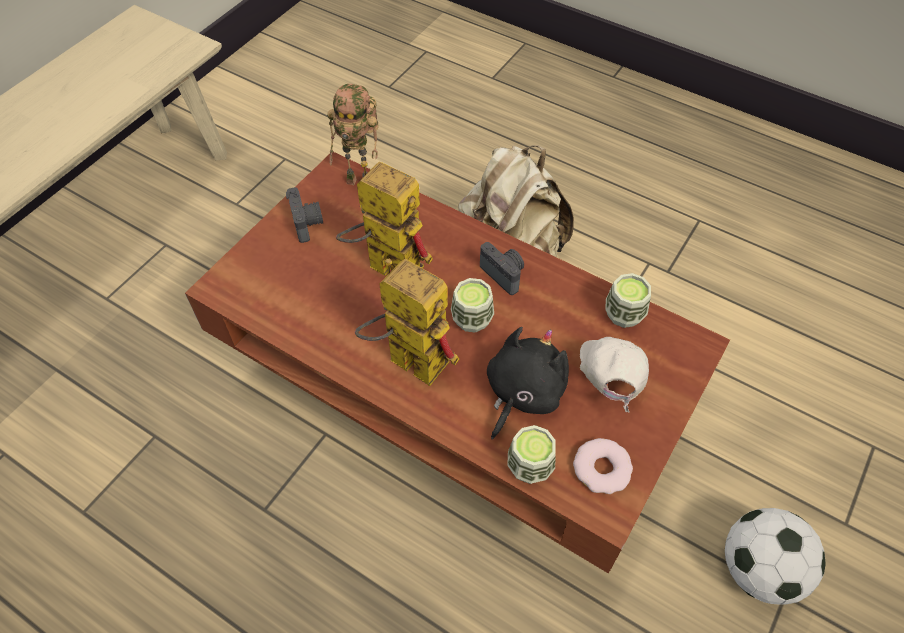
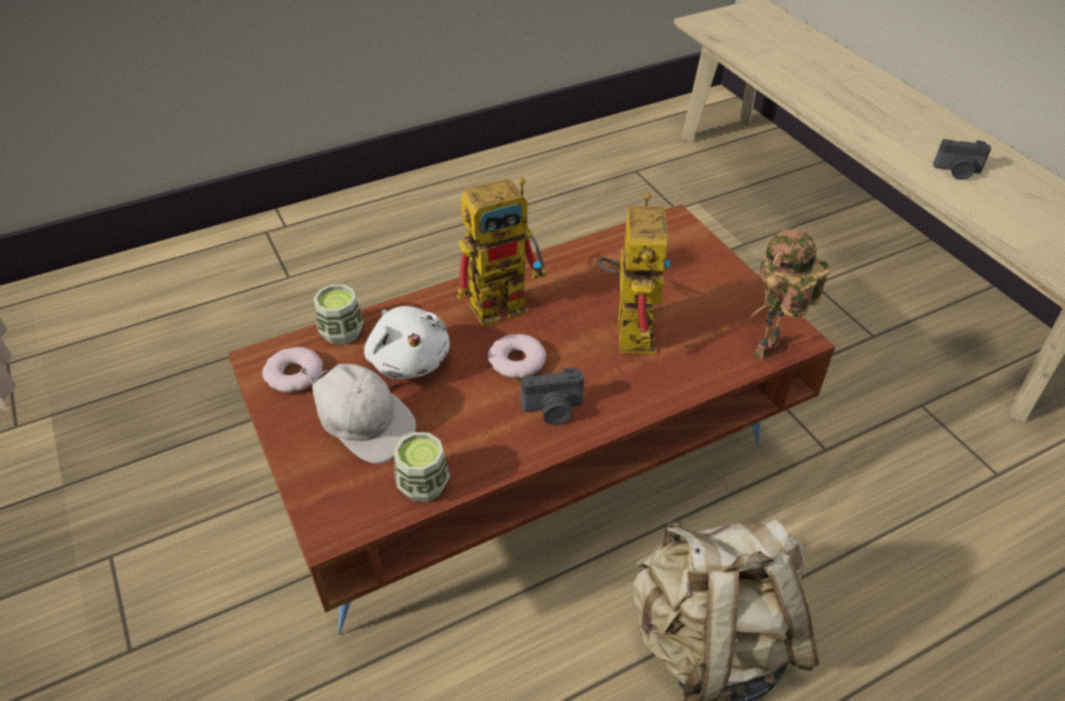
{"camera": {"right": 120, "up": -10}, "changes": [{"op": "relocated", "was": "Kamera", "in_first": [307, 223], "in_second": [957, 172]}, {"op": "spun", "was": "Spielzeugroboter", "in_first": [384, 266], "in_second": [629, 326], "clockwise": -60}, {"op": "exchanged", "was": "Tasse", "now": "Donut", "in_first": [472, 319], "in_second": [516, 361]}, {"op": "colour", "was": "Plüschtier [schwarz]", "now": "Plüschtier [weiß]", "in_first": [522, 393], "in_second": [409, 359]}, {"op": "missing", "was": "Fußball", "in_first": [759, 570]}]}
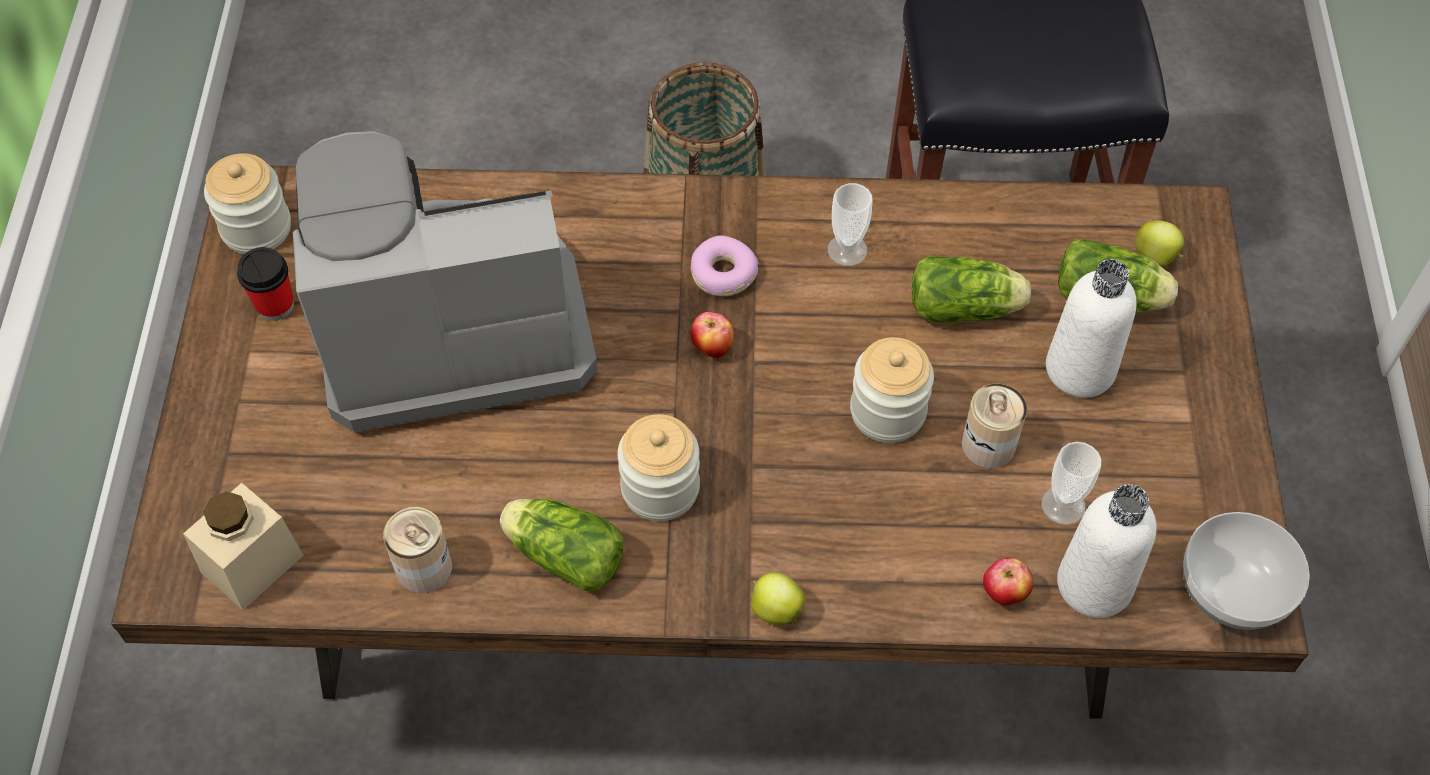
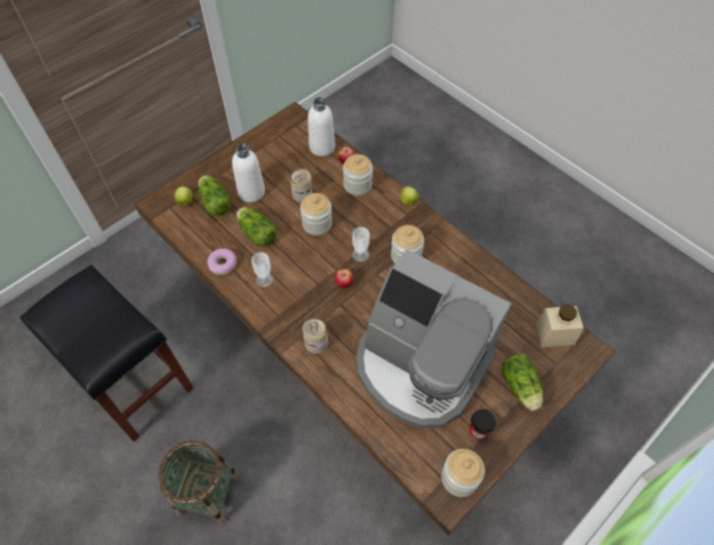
{"camera": {"right": -135, "up": 0}, "changes": [{"op": "relocated", "was": "Dose", "in_first": [423, 567], "in_second": [316, 343]}, {"op": "relocated", "was": "Salatkopf", "in_first": [562, 554], "in_second": [521, 388]}, {"op": "relocated", "was": "Donut", "in_first": [723, 274], "in_second": [223, 264]}, {"op": "relocated", "was": "Tasse", "in_first": [1063, 505], "in_second": [360, 254]}, {"op": "missing", "was": "Schüssel", "in_first": [1231, 590]}, {"op": "appeared", "now": "Vorratsglas", "in_second": [357, 185]}]}
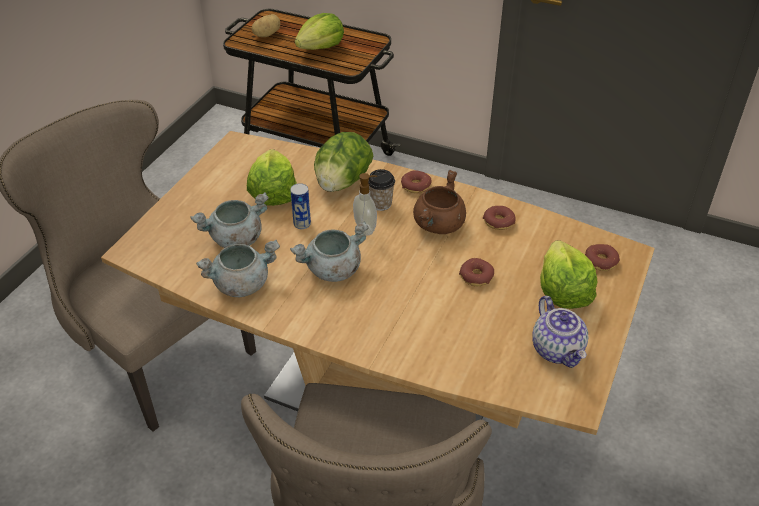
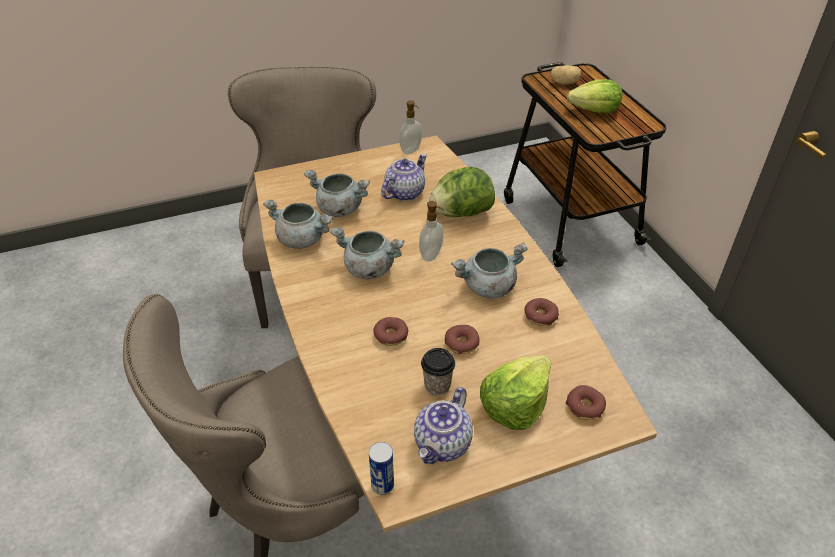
{"camera": {"right": 45, "up": 0}, "changes": [{"op": "exchanged", "was": "Salatkopf", "now": "Teekanne", "in_first": [273, 193], "in_second": [404, 192]}, {"op": "relocated", "was": "Dose", "in_first": [302, 224], "in_second": [382, 485]}, {"op": "relocated", "was": "Tasse", "in_first": [381, 204], "in_second": [437, 386]}, {"op": "relocated", "was": "Donut", "in_first": [415, 186], "in_second": [390, 335]}, {"op": "colour", "was": "Kochtopf [braun]", "now": "Kochtopf [grau]", "in_first": [439, 225], "in_second": [488, 287]}, {"op": "appeared", "now": "Seifenspender", "in_second": [411, 150]}]}
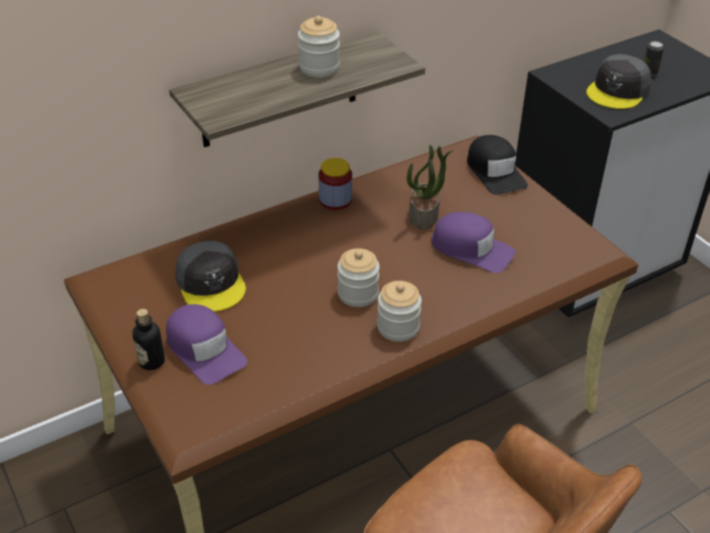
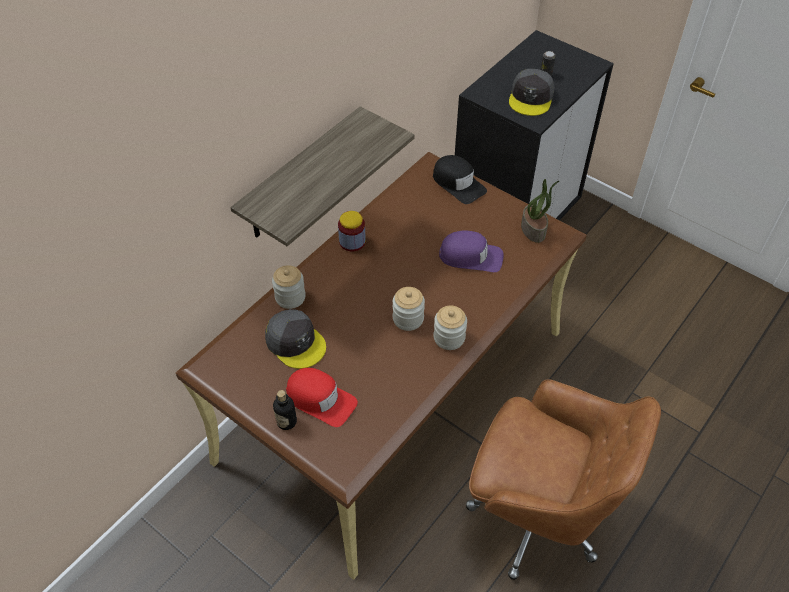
{"camera": {"right": -20, "up": 10}, "changes": [{"op": "colour", "was": "Kappe [lila]", "now": "Kappe [rot]", "in_first": [204, 349], "in_second": [320, 399]}, {"op": "relocated", "was": "Vorratsglas", "in_first": [319, 67], "in_second": [290, 297]}, {"op": "relocated", "was": "Topfpflanze", "in_first": [424, 215], "in_second": [534, 230]}]}
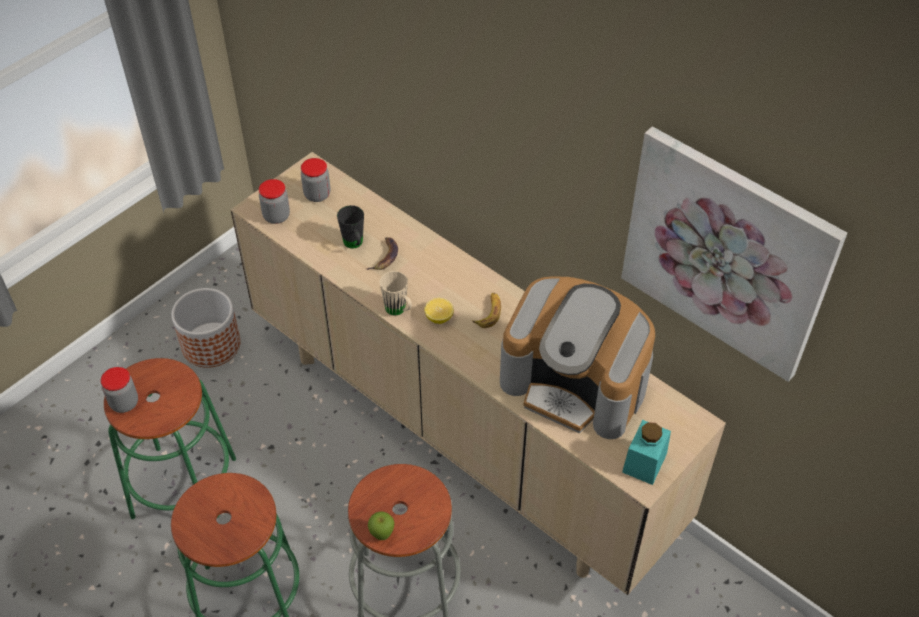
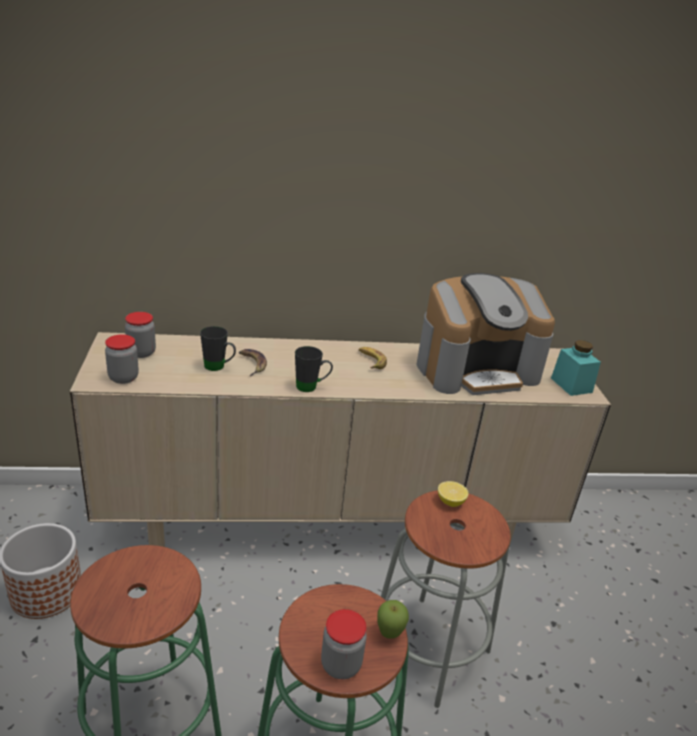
{"camera": {"right": -50, "up": -20}, "changes": [{"op": "relocated", "was": "Vorratsglas", "in_first": [124, 403], "in_second": [341, 664]}, {"op": "relocated", "was": "Apfel", "in_first": [382, 535], "in_second": [389, 634]}, {"op": "colour", "was": "Henkelbecher [beige]", "now": "Henkelbecher [schwarz]", "in_first": [398, 311], "in_second": [311, 387]}, {"op": "relocated", "was": "Zitrone", "in_first": [439, 317], "in_second": [450, 502]}, {"op": "missing", "was": "Bild", "in_first": [727, 252]}]}
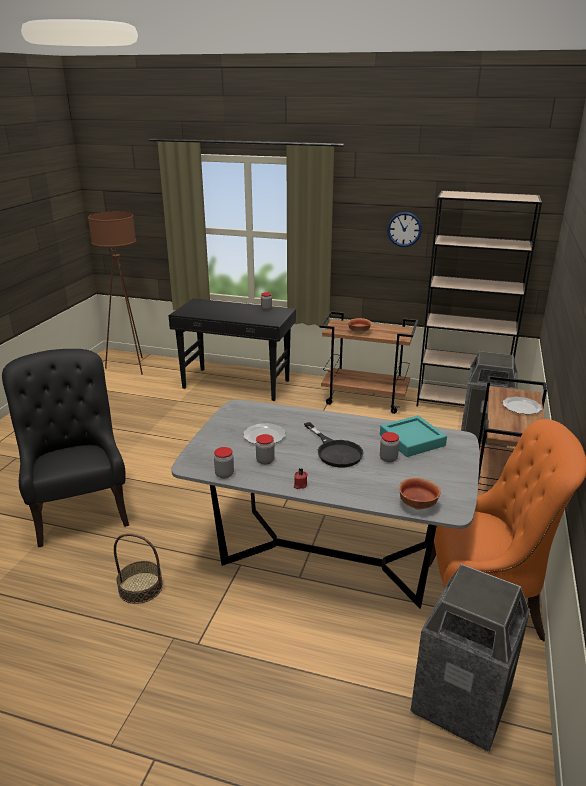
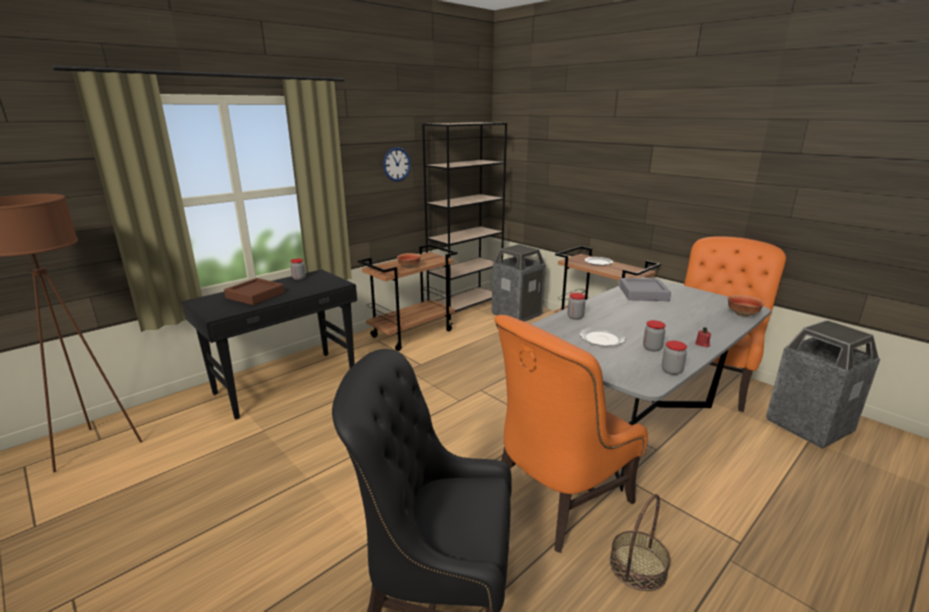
{"camera": {"right": -60, "up": -5}, "changes": [{"op": "missing", "was": "Pfanne [schwarz]", "in_first": [335, 451]}, {"op": "colour", "was": "Tablett [türkis]", "now": "Tablett [grau]", "in_first": [412, 440], "in_second": [643, 293]}, {"op": "relocated", "was": "Vorratsglas", "in_first": [388, 458], "in_second": [575, 317]}, {"op": "appeared", "now": "Tablett [braun]", "in_second": [255, 295]}, {"op": "appeared", "now": "Stuhl [orange]", "in_second": [557, 496]}]}
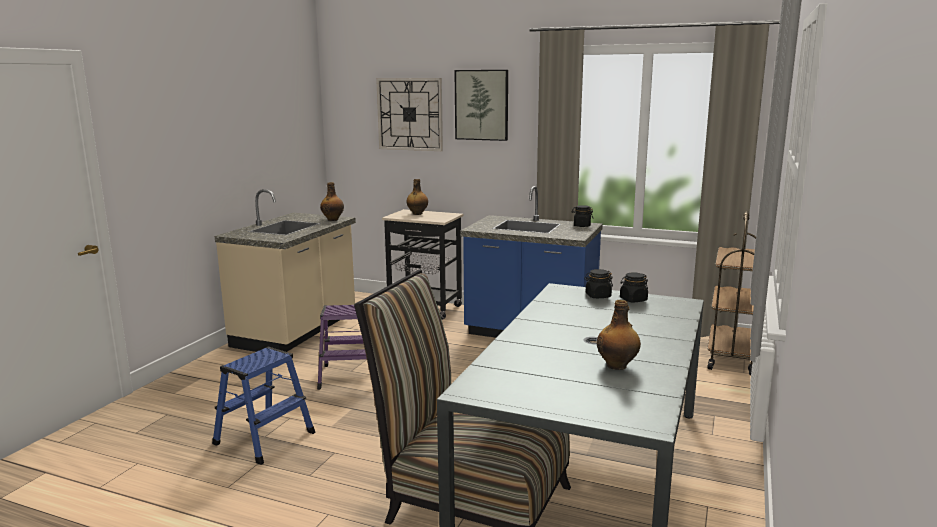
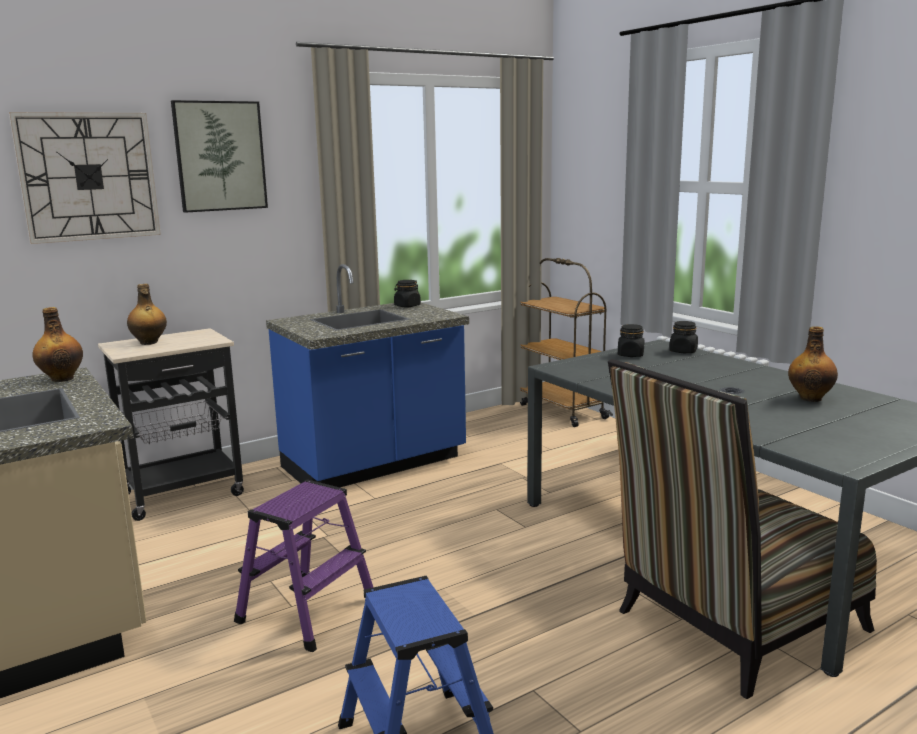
{"camera": {"right": -55, "up": 0}, "changes": [{"op": "relocated", "was": "Vorratsglas [schwarz]", "in_first": [598, 296], "in_second": [683, 351]}]}
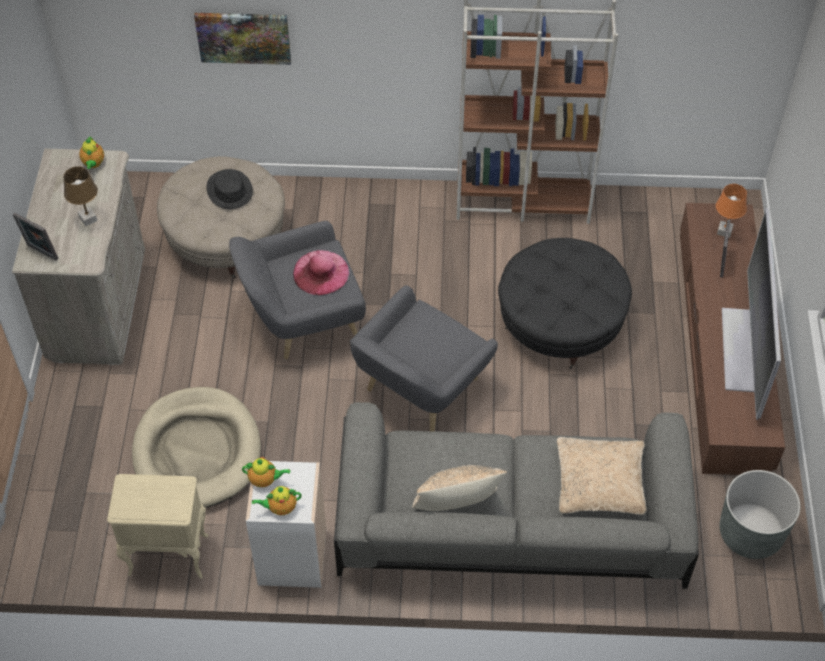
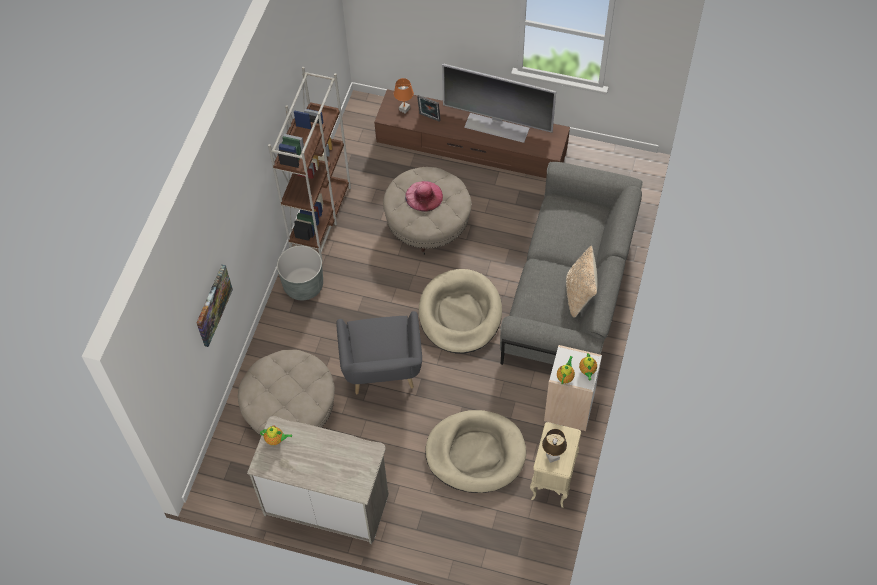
{"camera": {"right": -75, "up": 5}, "changes": [{"op": "missing", "was": "Bilderrahmen", "in_first": [41, 253]}, {"op": "relocated", "was": "Tischlampe [braun]", "in_first": [88, 219], "in_second": [552, 456]}, {"op": "missing", "was": "Hut [schwarz]", "in_first": [229, 190]}, {"op": "relocated", "was": "Hut [rosa]", "in_first": [320, 272], "in_second": [424, 196]}, {"op": "exchanged", "was": "Sessel [grau]", "now": "Hundebett [beige]", "in_first": [418, 390], "in_second": [460, 314]}, {"op": "colour", "was": "Polsterhocker [schwarz]", "now": "Polsterhocker [beige]", "in_first": [560, 322], "in_second": [428, 223]}, {"op": "missing", "was": "Kissen [beige]", "in_first": [600, 483]}, {"op": "relocated", "was": "Pflanzkübel [grau]", "in_first": [750, 533], "in_second": [303, 285]}]}
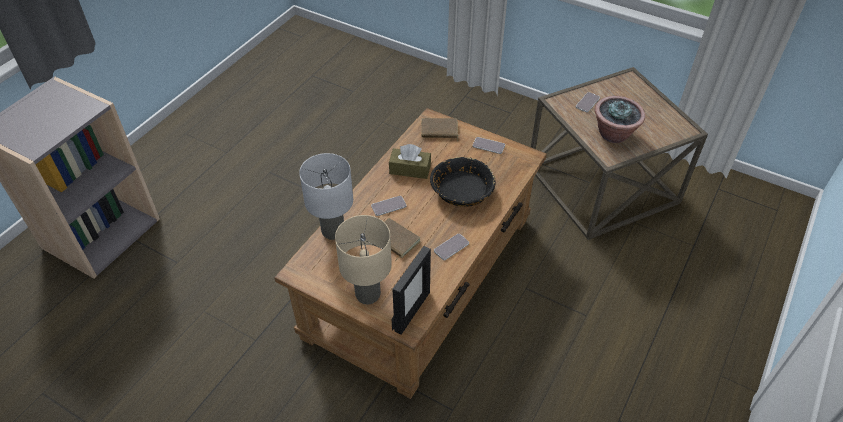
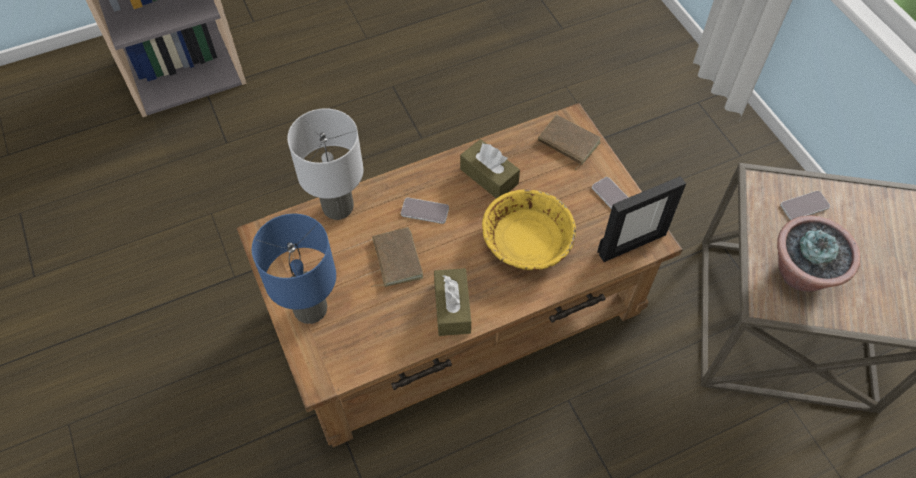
{"camera": {"right": 35, "up": 10}, "changes": [{"op": "colour", "was": "Tischlampe [beige]", "now": "Tischlampe [blau]", "in_first": [366, 295], "in_second": [310, 309]}, {"op": "relocated", "was": "Bilderrahmen", "in_first": [411, 311], "in_second": [631, 243]}, {"op": "colour", "was": "Schüssel [schwarz]", "now": "Schüssel [gelb]", "in_first": [462, 191], "in_second": [527, 241]}, {"op": "exchanged", "was": "Handy", "now": "Taschentuchbox [braun]", "in_first": [451, 247], "in_second": [452, 308]}]}
